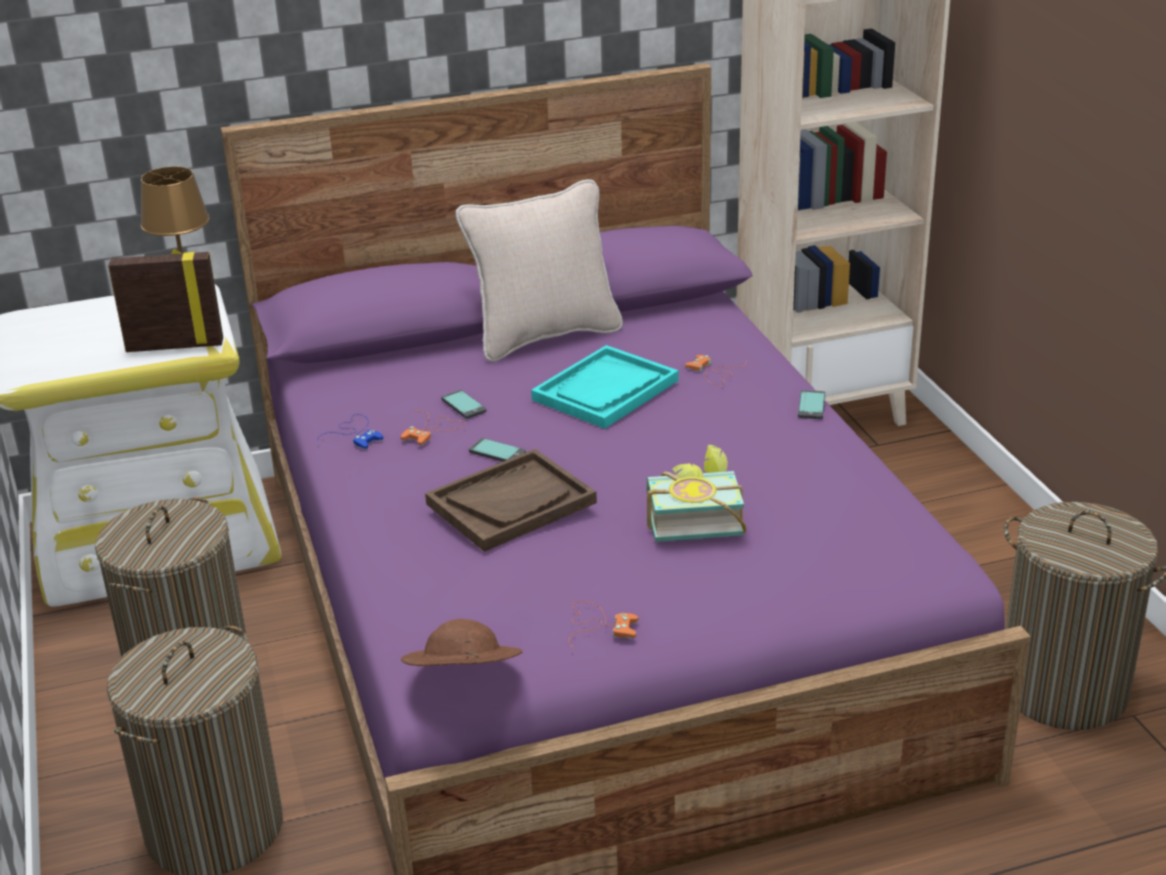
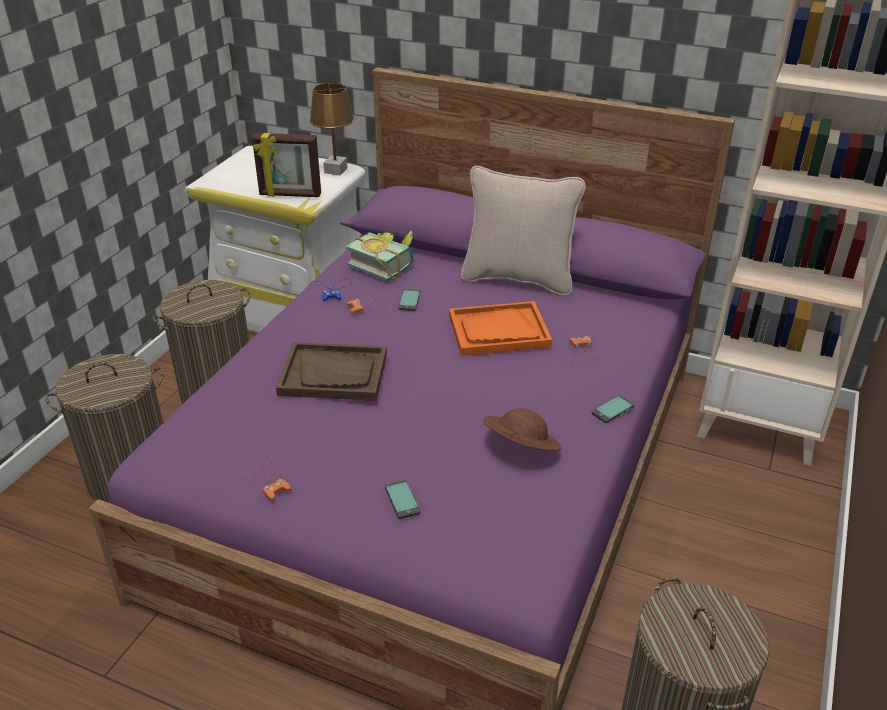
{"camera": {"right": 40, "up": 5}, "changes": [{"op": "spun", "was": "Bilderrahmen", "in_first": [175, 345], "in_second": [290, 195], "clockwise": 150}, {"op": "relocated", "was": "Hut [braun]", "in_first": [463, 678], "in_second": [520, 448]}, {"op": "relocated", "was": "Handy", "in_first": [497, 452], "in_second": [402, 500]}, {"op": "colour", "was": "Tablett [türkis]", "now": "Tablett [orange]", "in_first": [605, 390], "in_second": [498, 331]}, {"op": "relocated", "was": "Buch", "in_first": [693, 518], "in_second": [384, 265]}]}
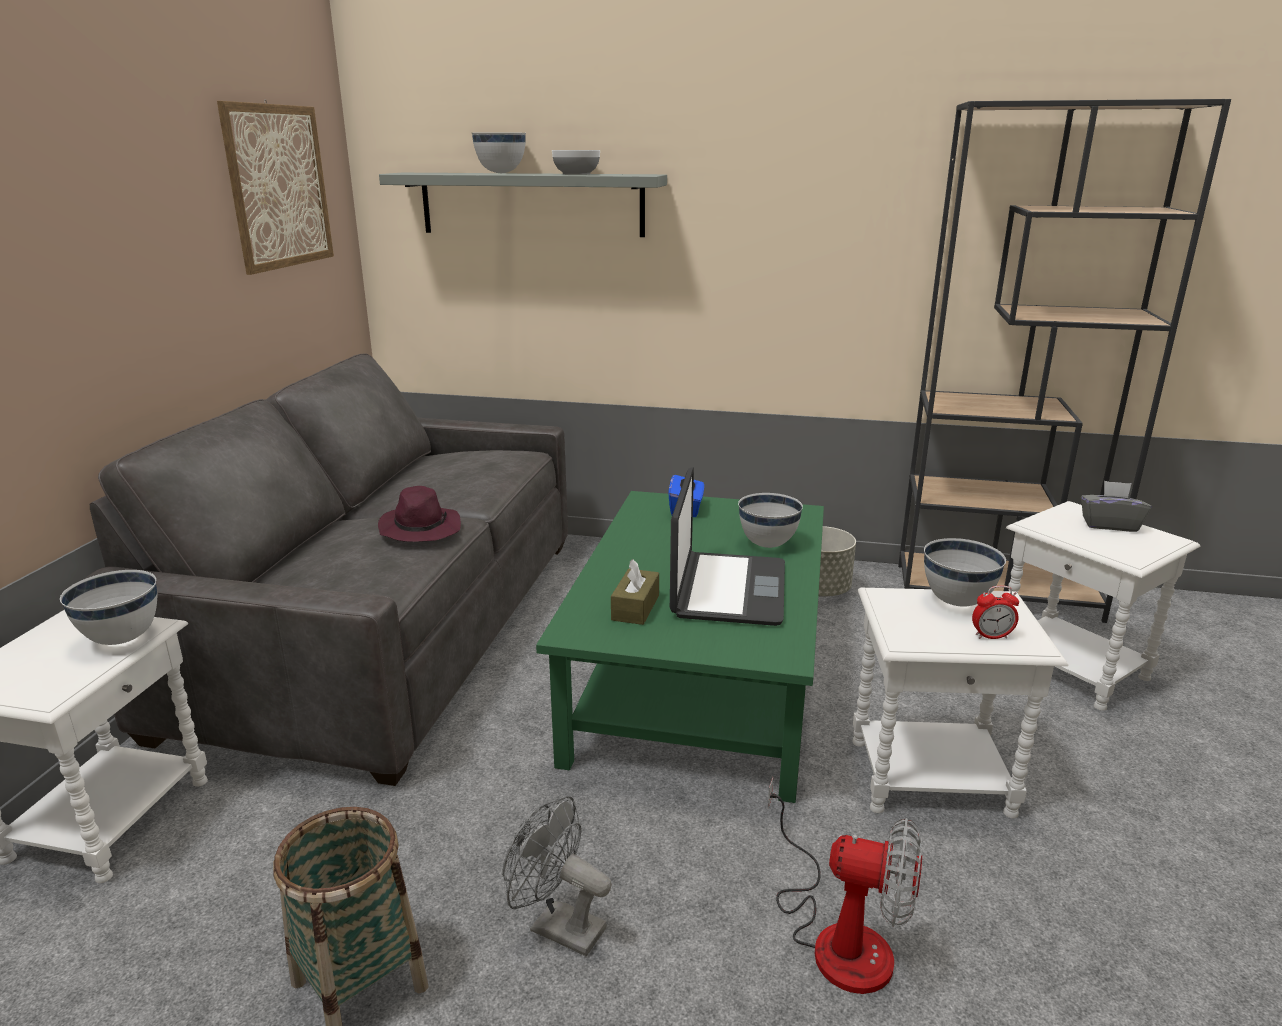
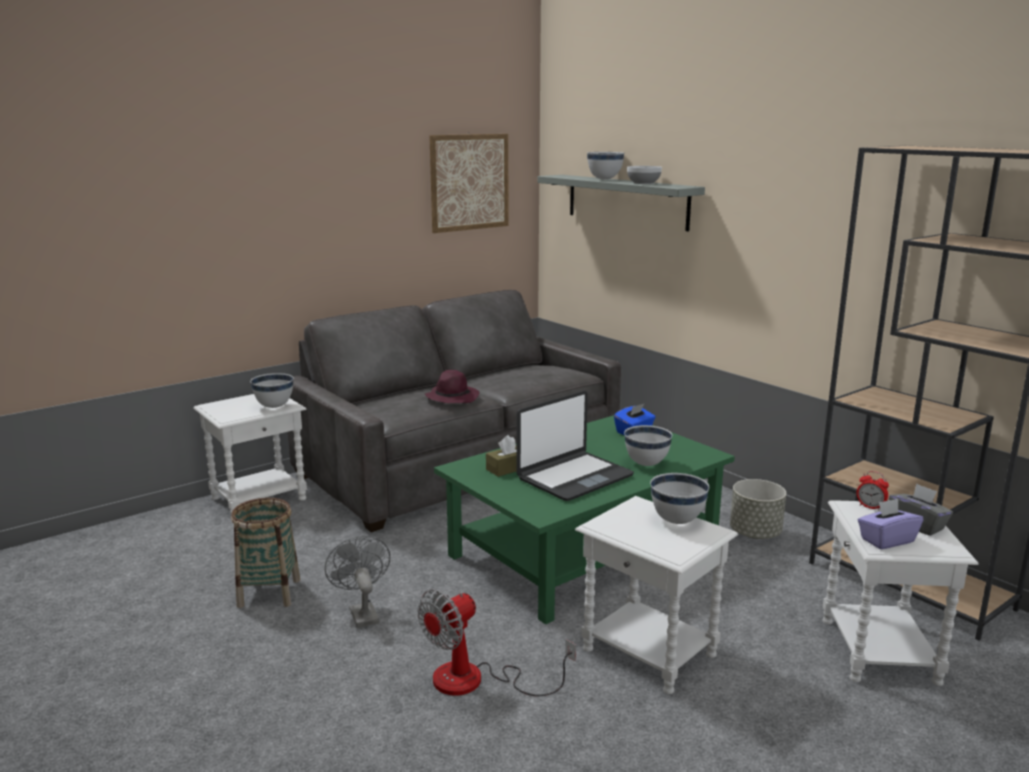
{"camera": {"right": 40, "up": -5}, "changes": [{"op": "spun", "was": "Ventilator", "in_first": [837, 934], "in_second": [476, 681], "clockwise": 75}, {"op": "relocated", "was": "Wecker", "in_first": [991, 636], "in_second": [870, 507]}, {"op": "appeared", "now": "Taschentuchbox [lila]", "in_second": [886, 540]}]}
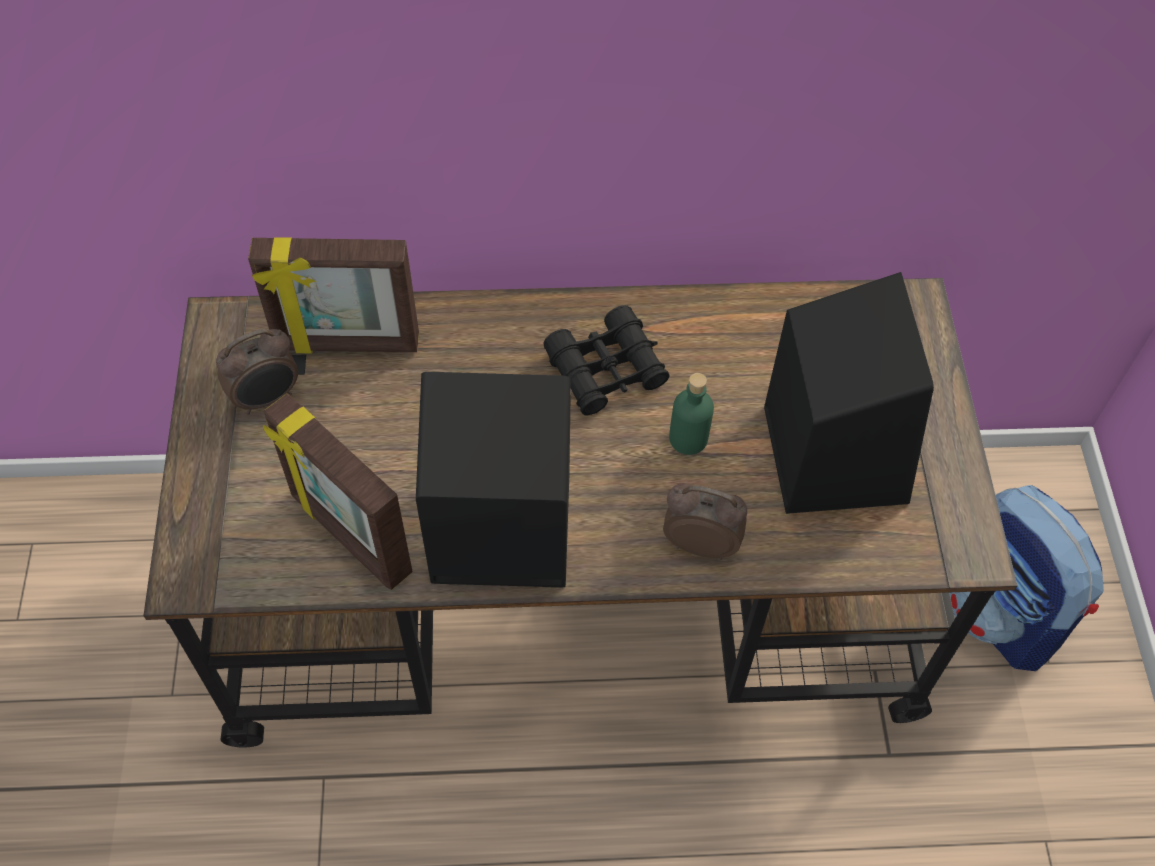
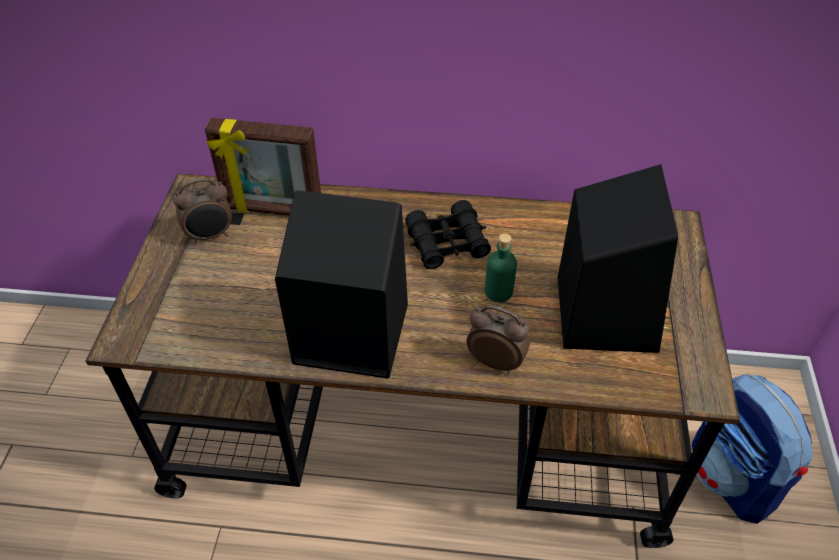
{"camera": {"right": 10, "up": -10}, "changes": [{"op": "missing", "was": "Bilderrahmen", "in_first": [349, 535]}]}
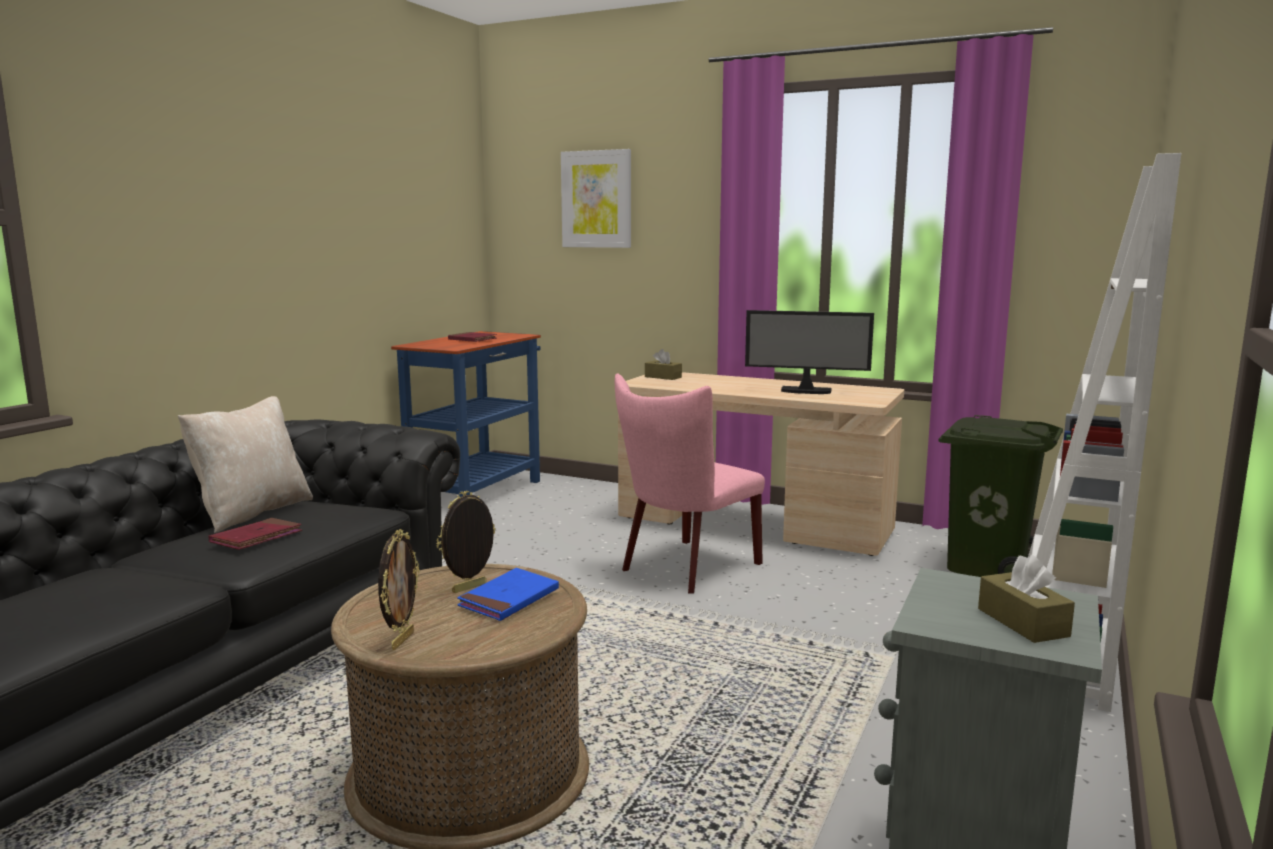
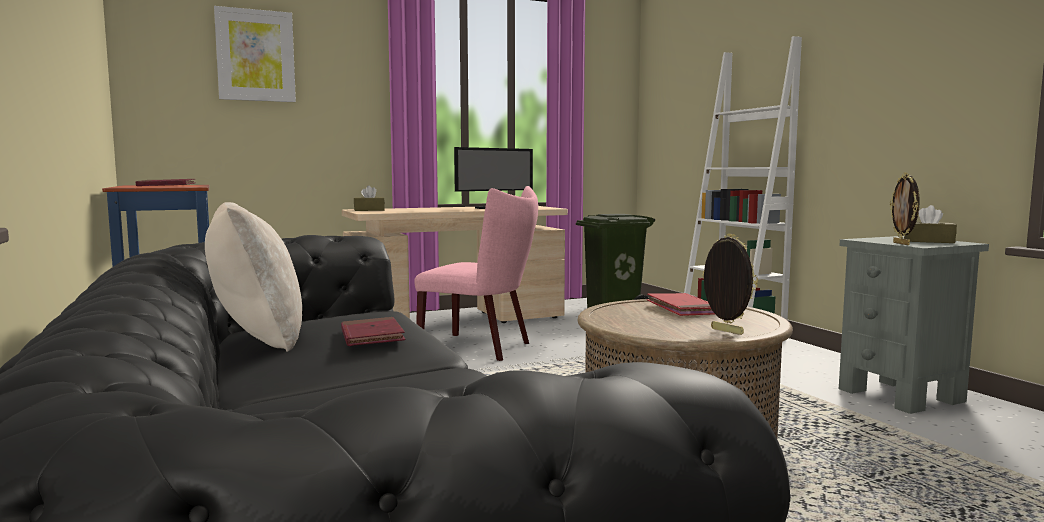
{"camera": {"right": -50, "up": -5}, "changes": [{"op": "relocated", "was": "Bilderrahmen", "in_first": [470, 588], "in_second": [902, 243]}, {"op": "colour", "was": "Buch [blau]", "now": "Buch [rot]", "in_first": [509, 599], "in_second": [683, 308]}, {"op": "spun", "was": "Stuhl [rosa]", "in_first": [685, 568], "in_second": [482, 348], "clockwise": -60}]}
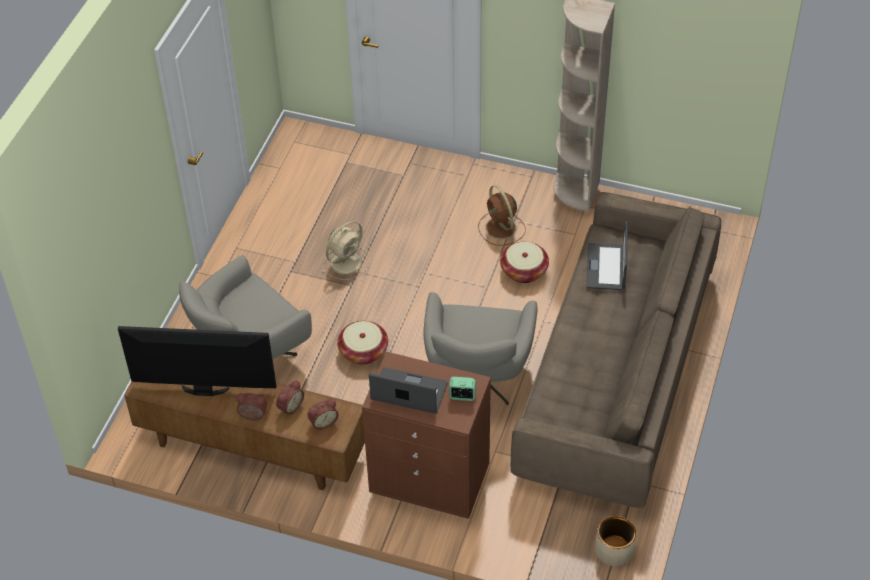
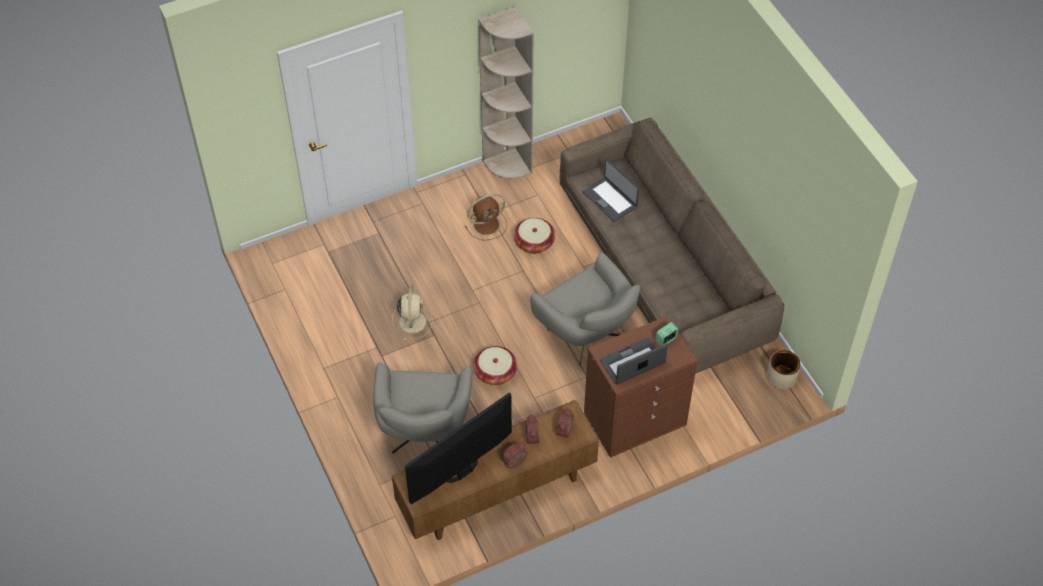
{"camera": {"right": -45, "up": 5}, "changes": [{"op": "spun", "was": "Ventilator [braun]", "in_first": [501, 229], "in_second": [487, 224], "clockwise": -45}]}
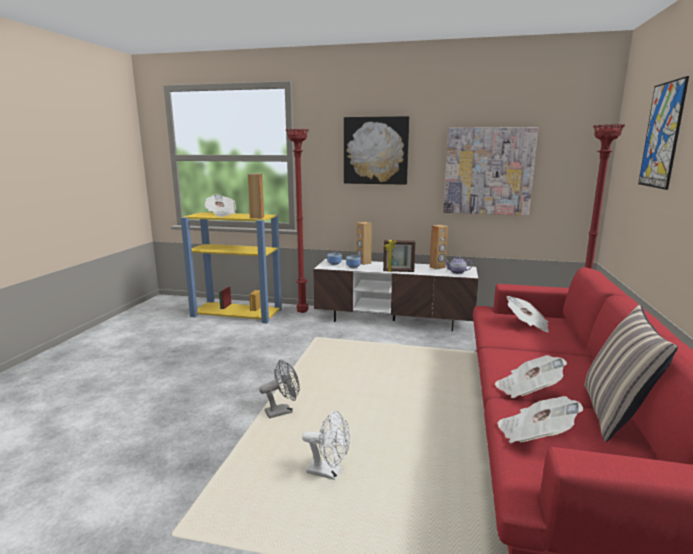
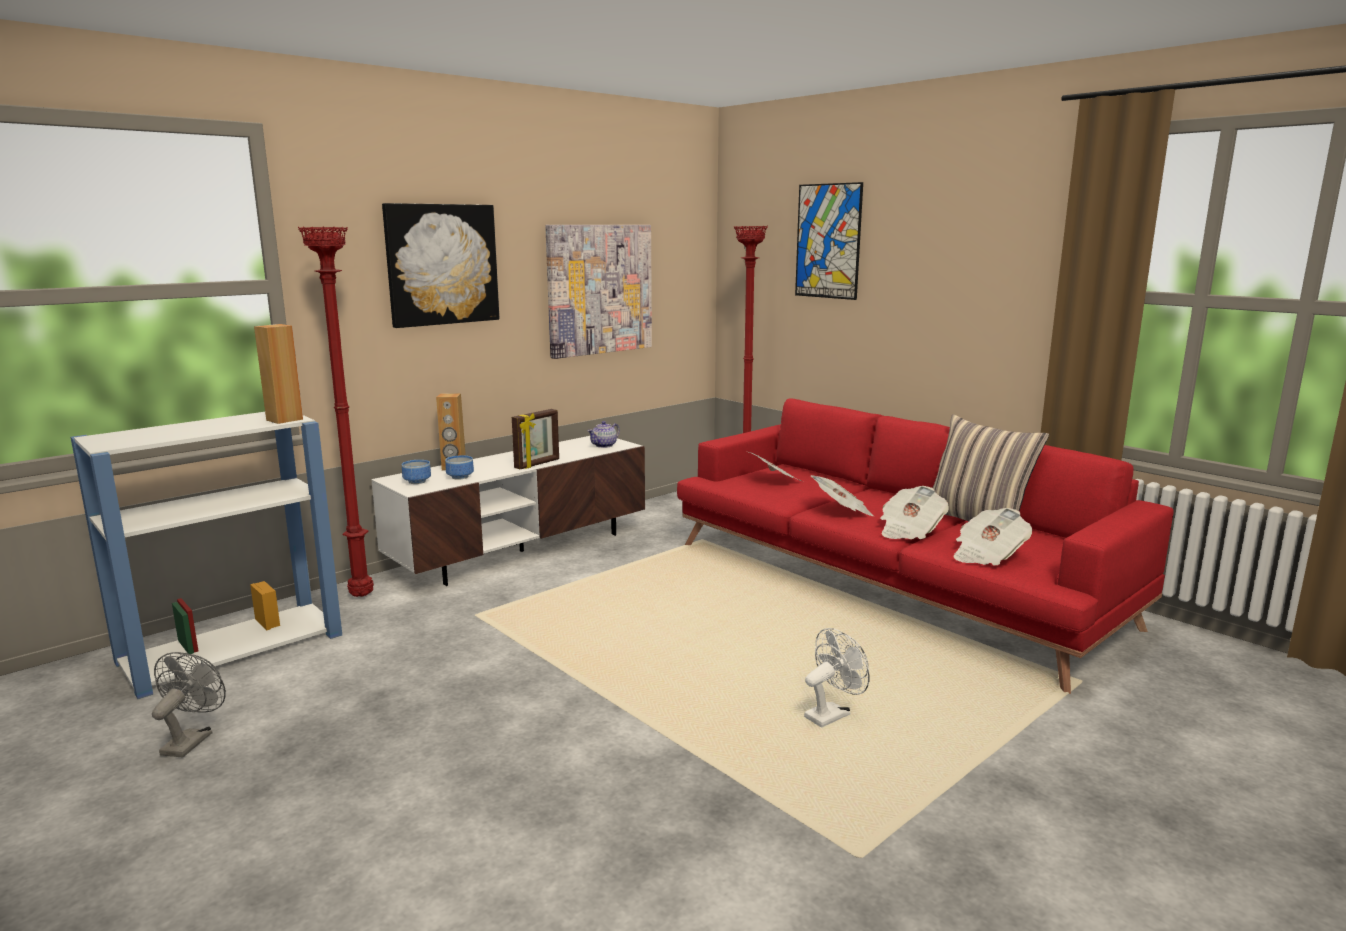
{"camera": {"right": -55, "up": 0}, "changes": [{"op": "colour", "was": "Bücherregal [gelb]", "now": "Bücherregal [weiß]", "in_first": [237, 313], "in_second": [234, 648]}, {"op": "relocated", "was": "Zeitung", "in_first": [221, 214], "in_second": [842, 512]}, {"op": "relocated", "was": "Ventilator [grau]", "in_first": [283, 411], "in_second": [191, 740]}, {"op": "missing", "was": "Lautsprecher [braun]", "in_first": [437, 267]}]}
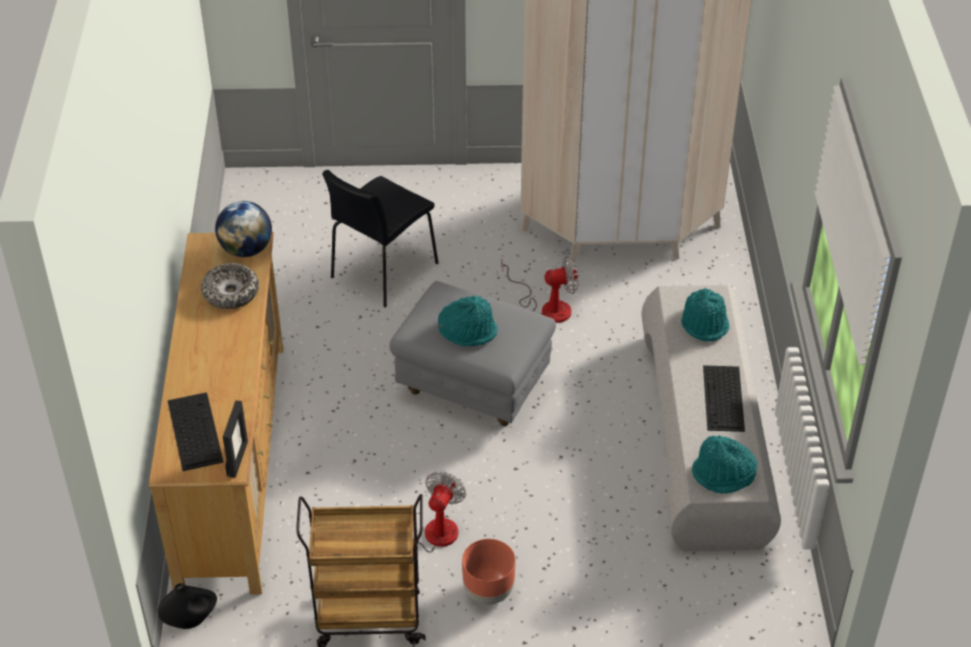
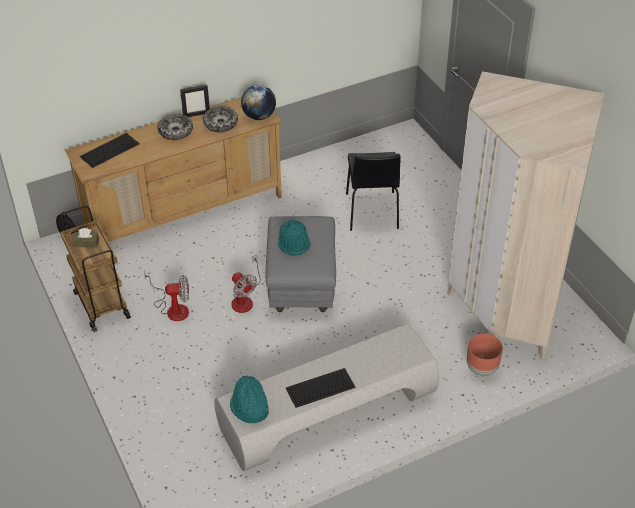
{"camera": {"right": 65, "up": 0}, "changes": [{"op": "relocated", "was": "Bilderrahmen", "in_first": [237, 458], "in_second": [196, 114]}, {"op": "spun", "was": "Stuhl [schwarz]", "in_first": [382, 272], "in_second": [372, 212], "clockwise": -105}, {"op": "relocated", "was": "Pflanzkübel [braun]", "in_first": [488, 592], "in_second": [481, 368]}, {"op": "relocated", "was": "Ventilator", "in_first": [547, 306], "in_second": [244, 299]}, {"op": "missing", "was": "Hut [türkis]", "in_first": [705, 323]}, {"op": "appeared", "now": "Taschentuchbox [braun]", "in_second": [86, 243]}, {"op": "appeared", "now": "Schüssel", "in_second": [175, 131]}]}
